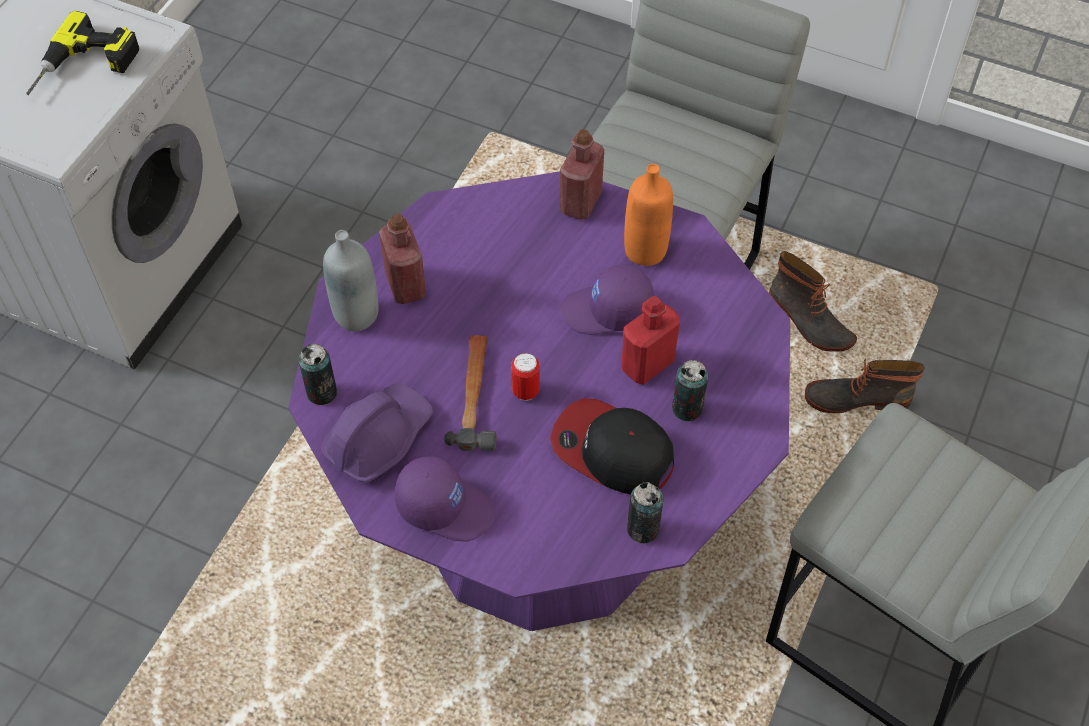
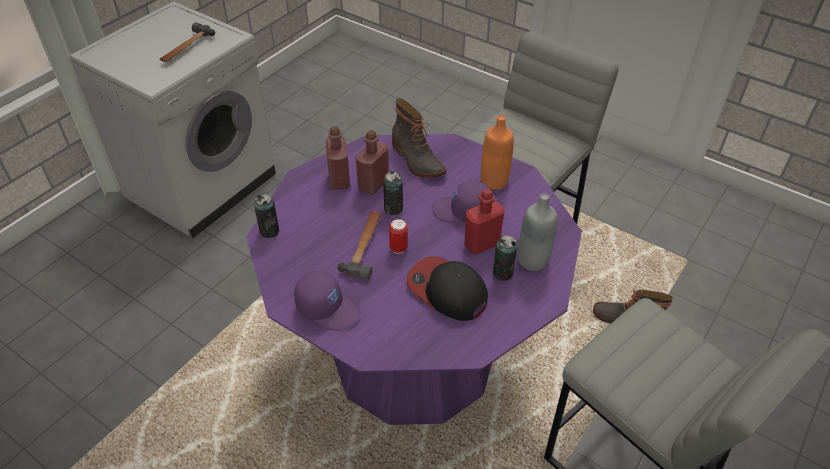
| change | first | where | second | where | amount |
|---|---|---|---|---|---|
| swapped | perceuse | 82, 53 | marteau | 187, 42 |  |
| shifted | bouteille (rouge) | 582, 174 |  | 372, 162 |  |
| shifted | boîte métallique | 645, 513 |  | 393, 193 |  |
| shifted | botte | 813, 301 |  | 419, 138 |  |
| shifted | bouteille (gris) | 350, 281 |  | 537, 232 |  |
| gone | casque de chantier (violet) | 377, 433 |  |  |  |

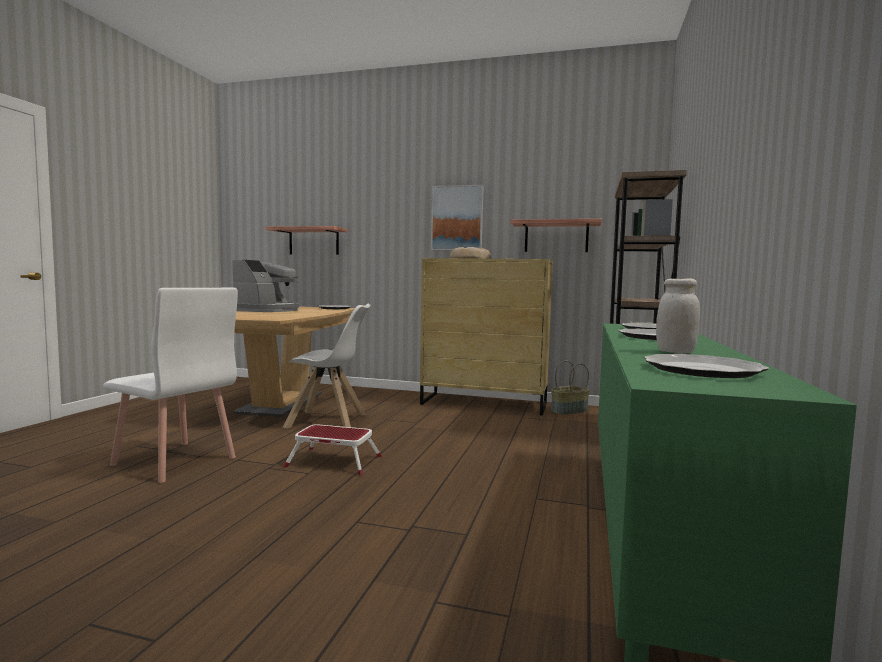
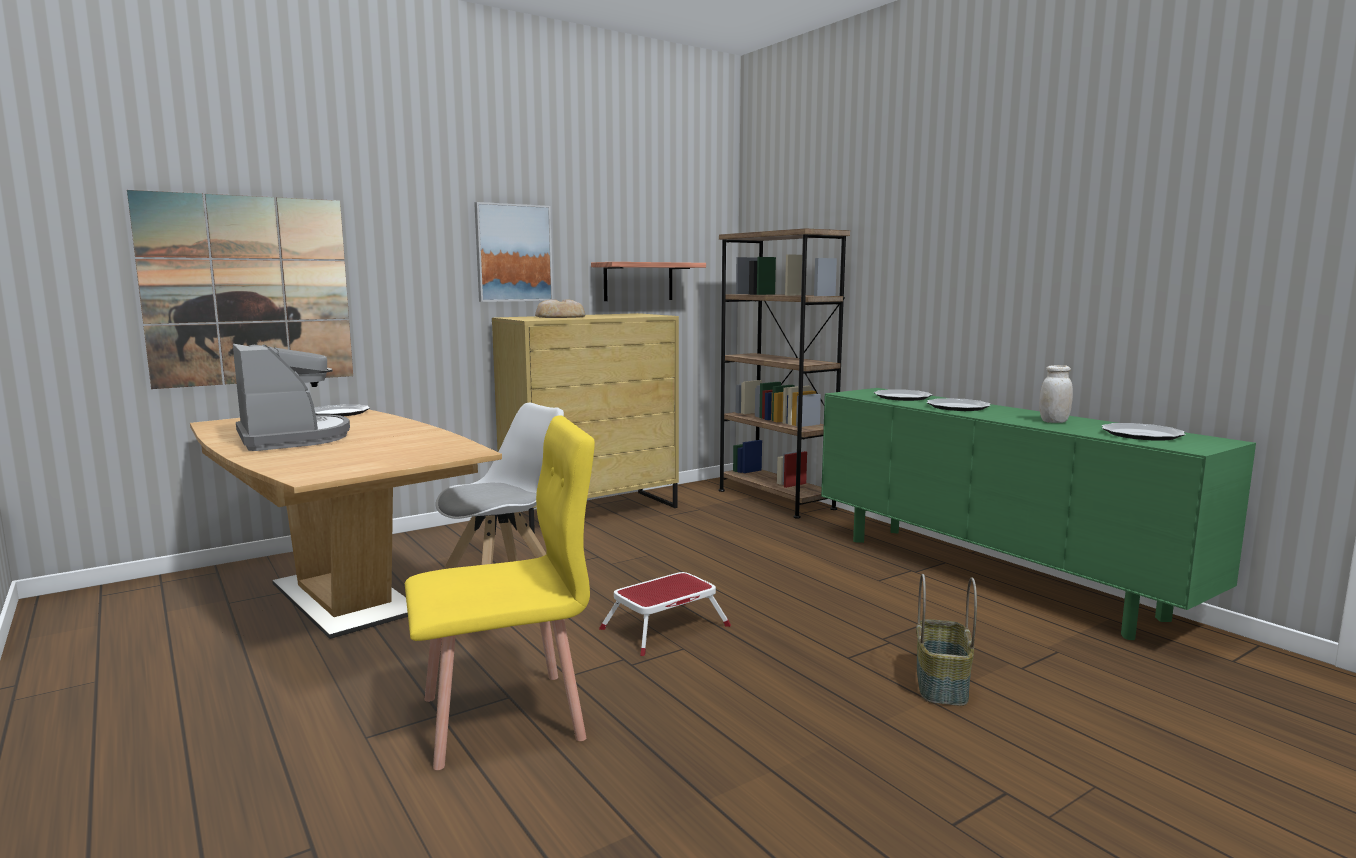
| change | first | where | second | where | amount |
|---|---|---|---|---|---|
| swapped | étagère | 306, 240 | tableau | 240, 289 |  |
| repainted | chaise (blanc) | 170, 385 | chaise (jaune) | 500, 593 |  |
| shifted | panier | 570, 388 |  | 946, 640 |  |

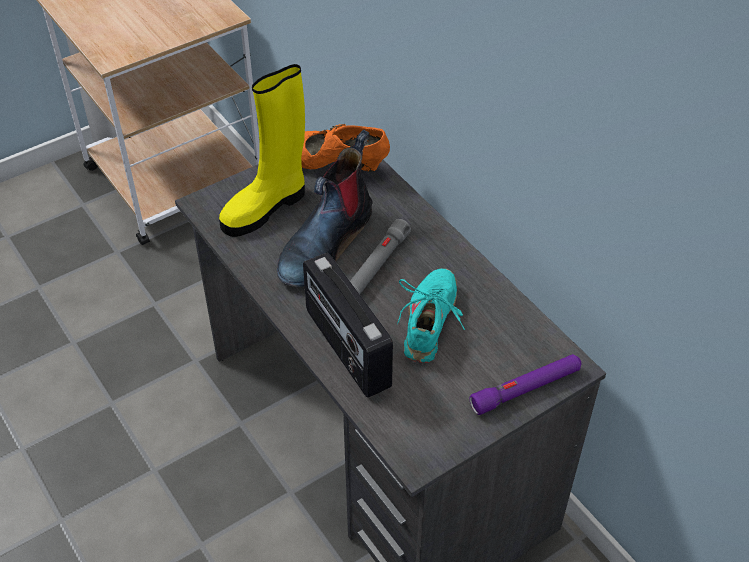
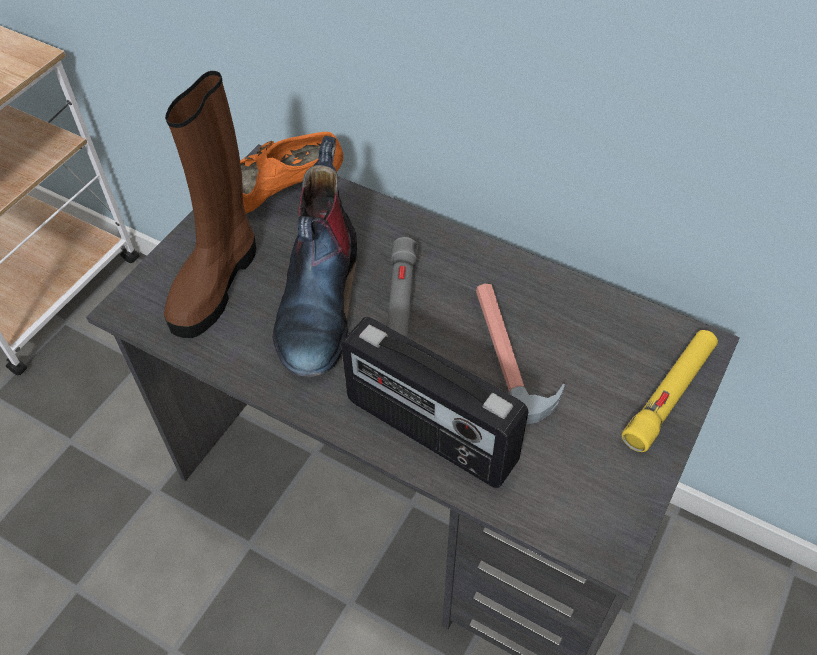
| change | first | where | second | where | amount |
|---|---|---|---|---|---|
| repainted | botte (jaune) | 262, 150 | botte (marron) | 210, 204 |  |
| swapped | chaussure (turquoise) | 431, 315 | marteau | 520, 353 |  |
| repainted | lampe de poche (violet) | 525, 384 | lampe de poche (jaune) | 670, 391 |  |

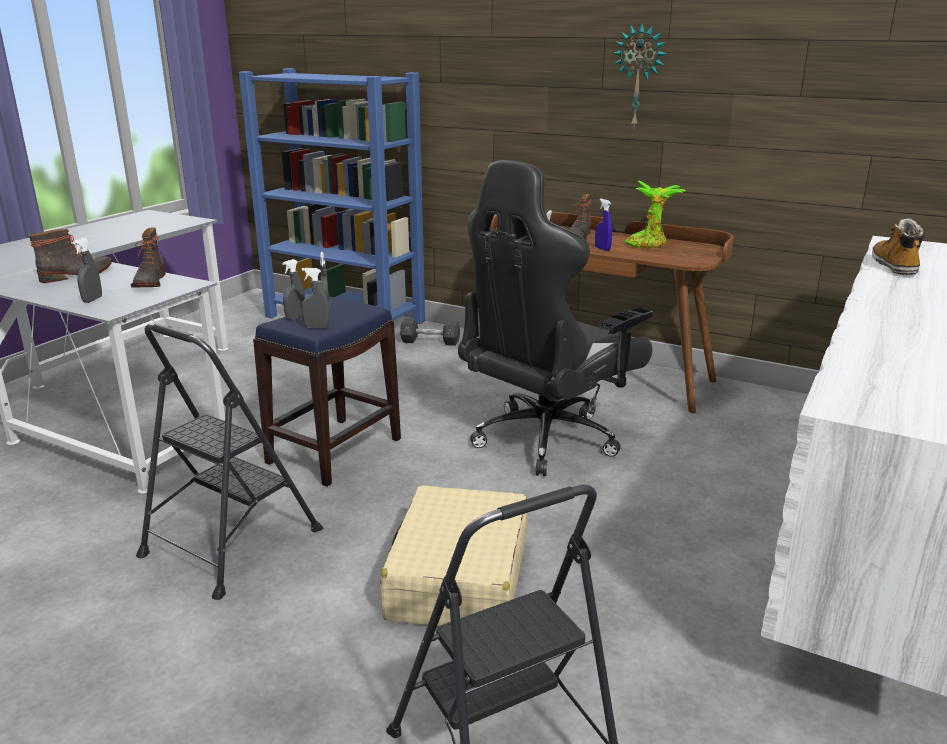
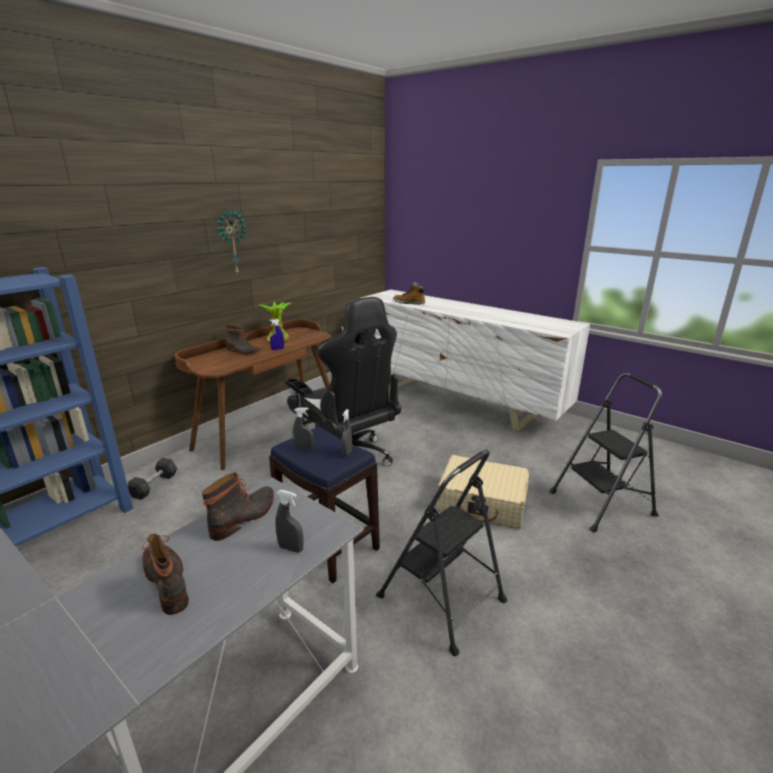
| change | first | where | second | where | amount |
|---|---|---|---|---|---|
| rotated | botte | 148, 257 |  | 238, 507 | 60 degrees counterclockwise |
| gone | vaporisateur (gris) | 293, 289 |  |  |  |

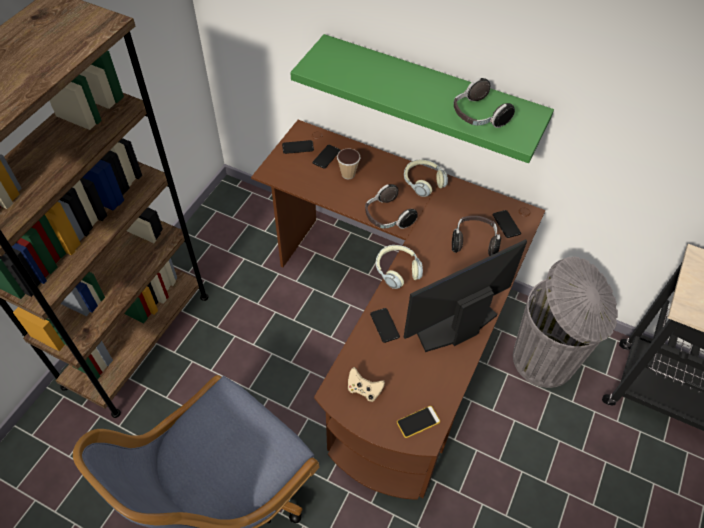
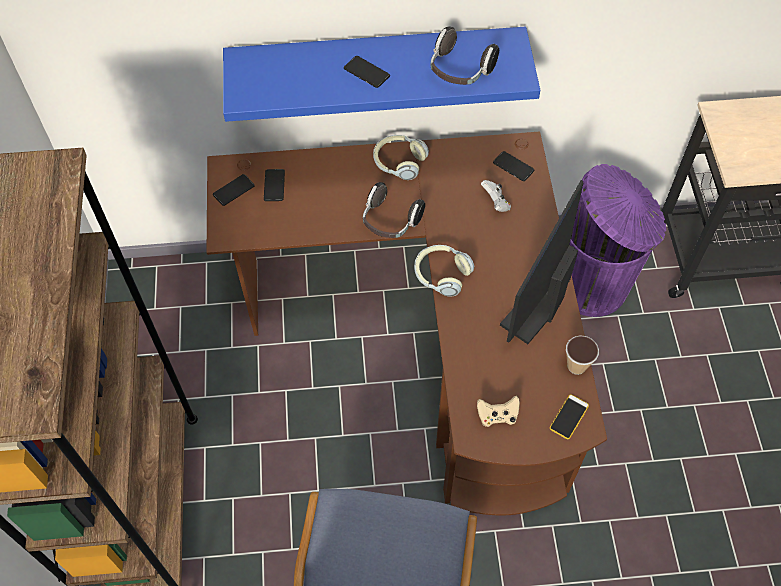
| change | first | where | second | where | amount |
|---|---|---|---|---|---|
| repainted | étagère (vert) | 422, 98 | étagère (bleu) | 381, 74 |  |
| shifted | téléphone | 385, 325 |  | 367, 72 |  |
| swapped | casque audio | 476, 236 | manette (blanc) | 496, 196 |  |
| shifted | tasse | 348, 164 |  | 582, 355 |  |
| repainted | poubelle (gris) | 565, 322 | poubelle (violet) | 617, 240 |  |

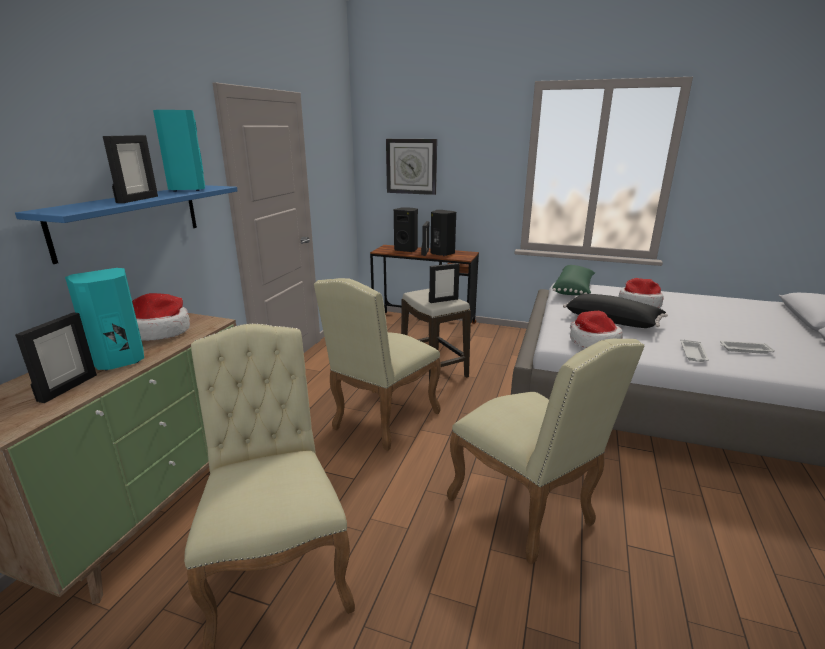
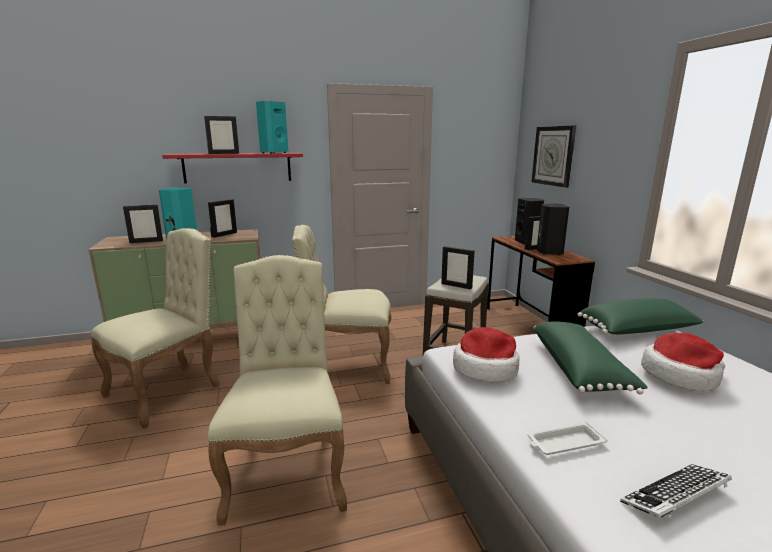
| change | first | where | second | where | amount |
|---|---|---|---|---|---|
| repainted | étagère (bleu) | 126, 224 | étagère (rouge) | 232, 168 |  |
| rotated | chaise (beige) | 545, 451 |  | 277, 390 | 150 degrees clockwise |
| swapped | chapeau | 161, 317 | cadre photo | 222, 218 |  |
| repainted | coussin (noir) | 615, 311 | coussin (vert) | 591, 357 |  |
| swapped | plateau (blanc) | 747, 347 | clavier | 676, 491 |  |

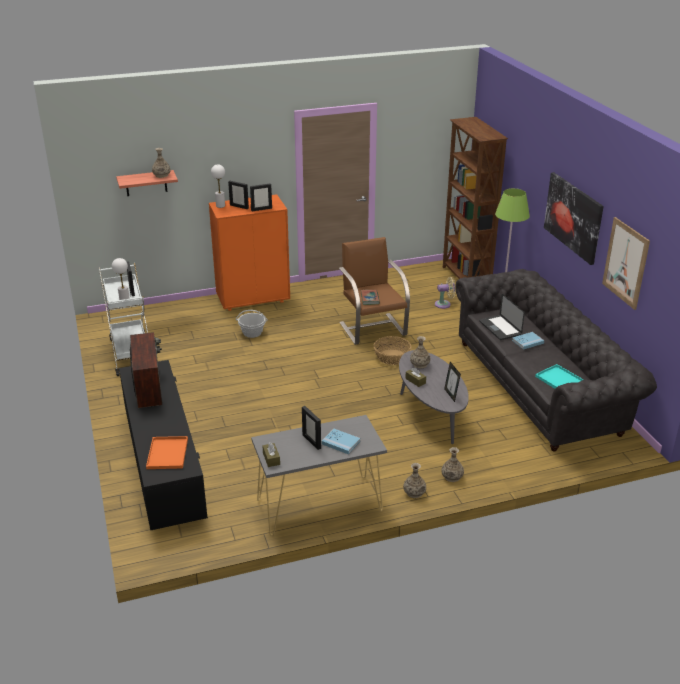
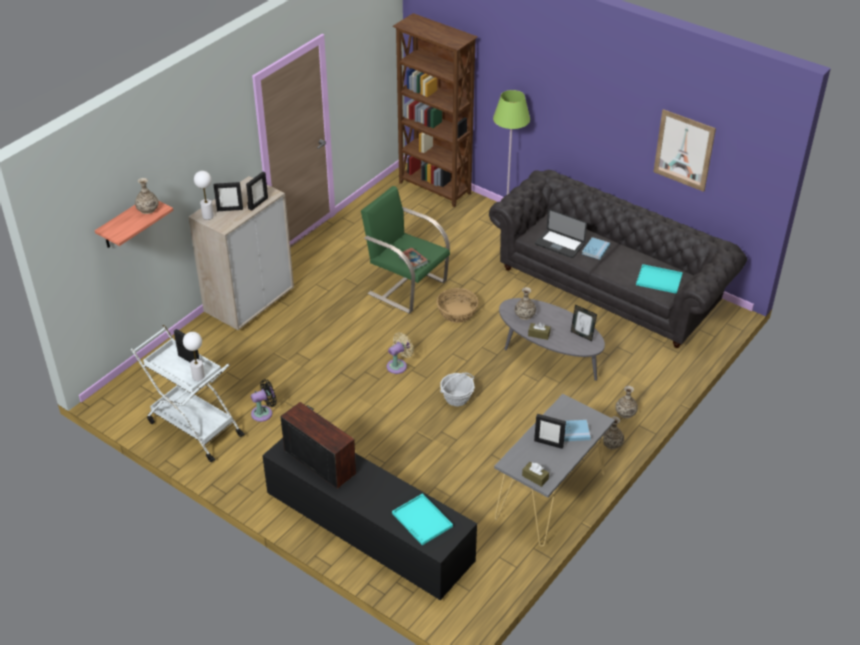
| change | first | where | second | where | amount |
|---|---|---|---|---|---|
| repainted | meuble de rangement (orange) | 249, 252 | meuble de rangement (beige) | 241, 253 |  |
| new |  |  | ventilateur (noir) | 264, 400 |  |
| repainted | fauteuil (marron) | 374, 291 | fauteuil (vert) | 405, 250 |  |
| shifted | ventilateur (beige) | 445, 293 |  | 400, 353 |  |
| repainted | plateau (orange) | 167, 452 | plateau (turquoise) | 422, 519 |  |
| shifted | panier | 252, 324 |  | 457, 389 |  |
| gone | tableau | 574, 218 |  |  |  |

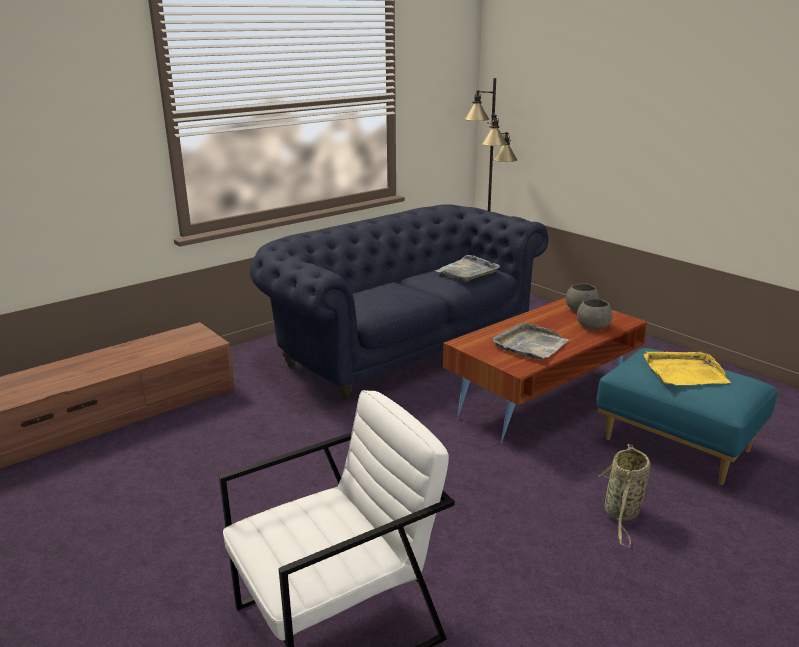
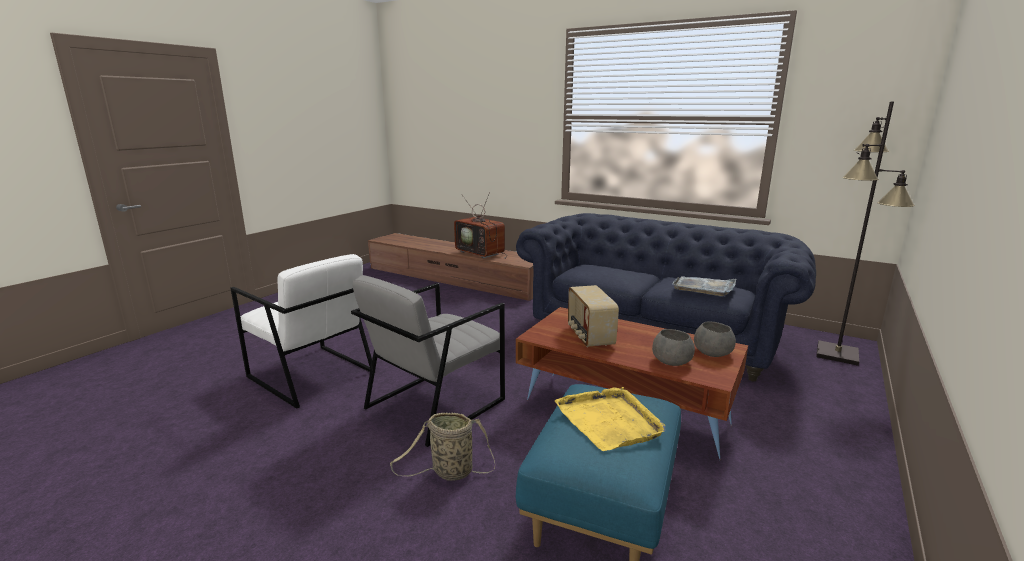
| change | first | where | second | where | amount |
|---|---|---|---|---|---|
| new |  |  | fauteuil (gris) | 428, 361 |  |
| new |  |  | téléviseur | 480, 225 |  |
| swapped | plateau (gris) | 530, 341 | radio | 593, 316 |  |

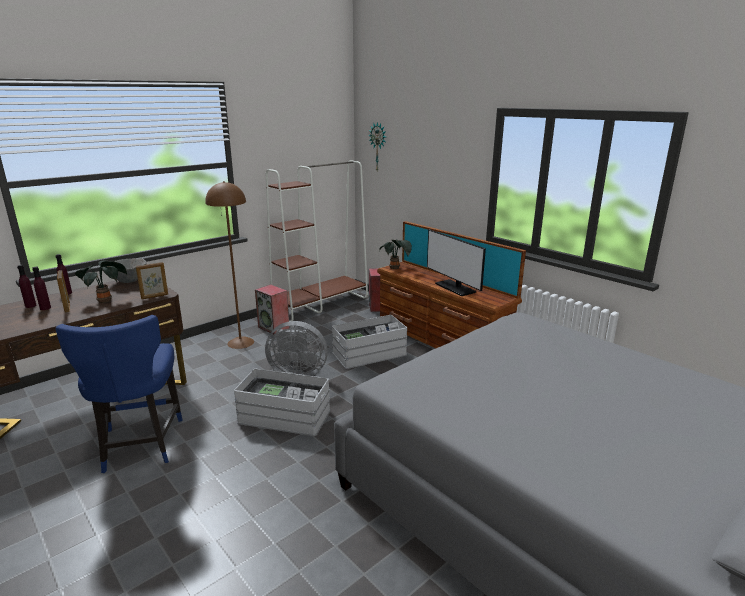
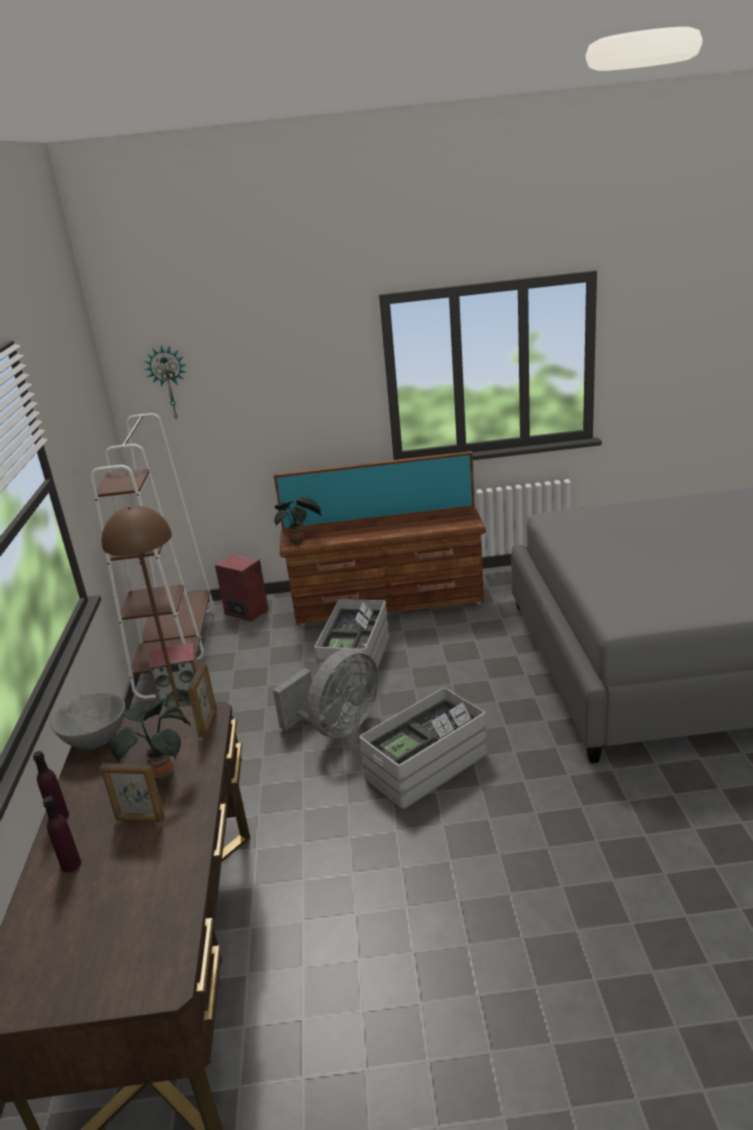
| change | first | where | second | where | amount |
|---|---|---|---|---|---|
| gone | bouteille (violet) | 41, 288 |  |  |  |
| gone | chaise (bleu) | 119, 394 |  |  |  |
| gone | écran d'ordinateur | 456, 262 |  |  |  |

